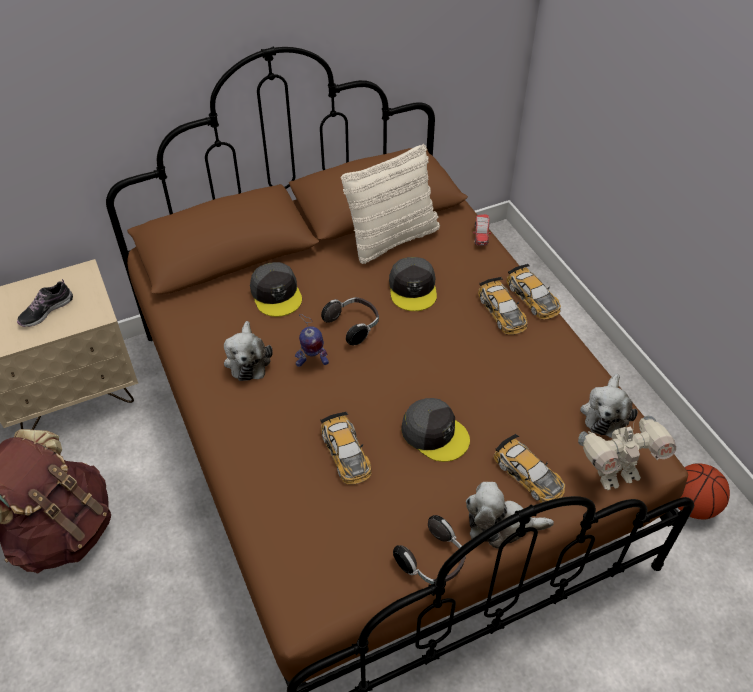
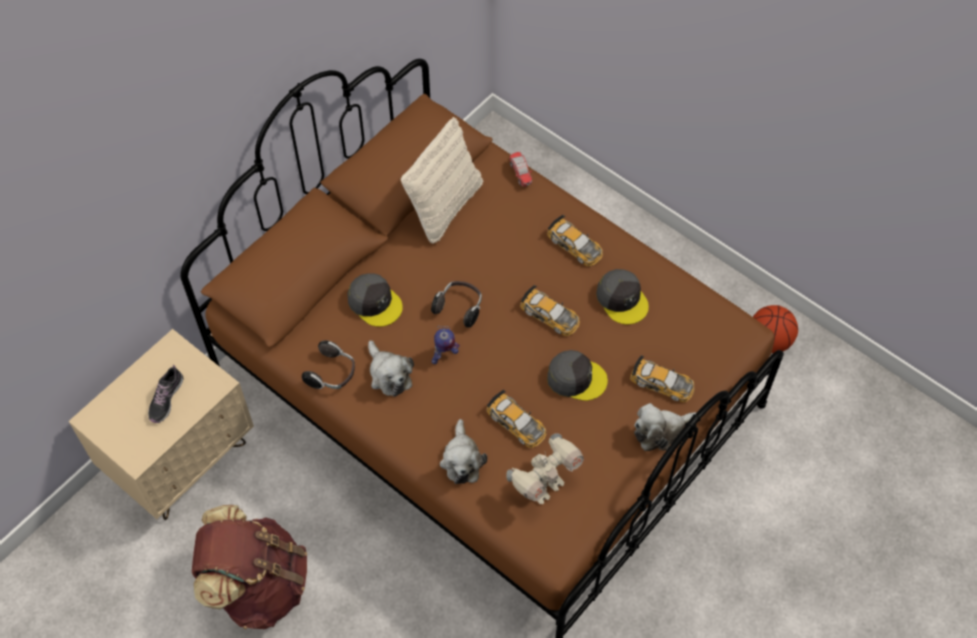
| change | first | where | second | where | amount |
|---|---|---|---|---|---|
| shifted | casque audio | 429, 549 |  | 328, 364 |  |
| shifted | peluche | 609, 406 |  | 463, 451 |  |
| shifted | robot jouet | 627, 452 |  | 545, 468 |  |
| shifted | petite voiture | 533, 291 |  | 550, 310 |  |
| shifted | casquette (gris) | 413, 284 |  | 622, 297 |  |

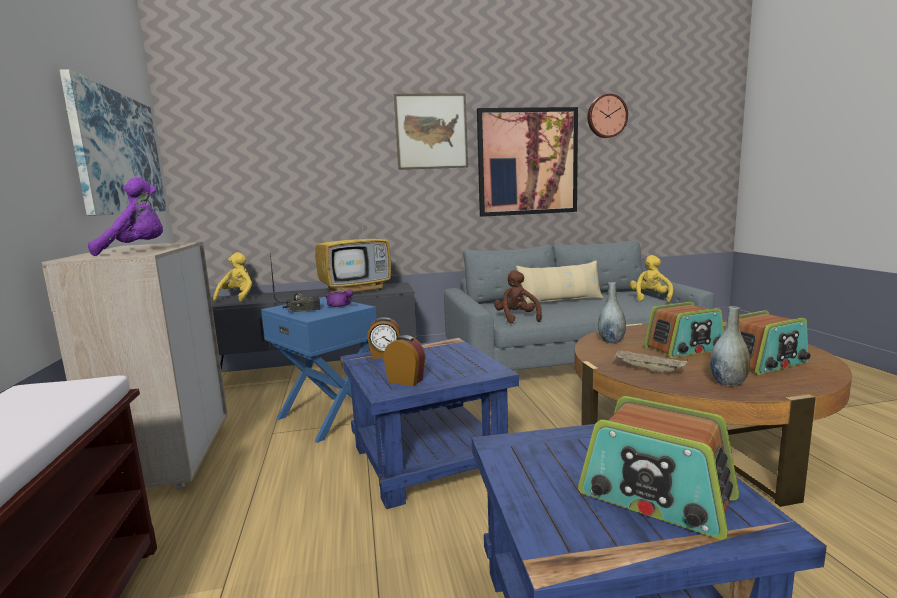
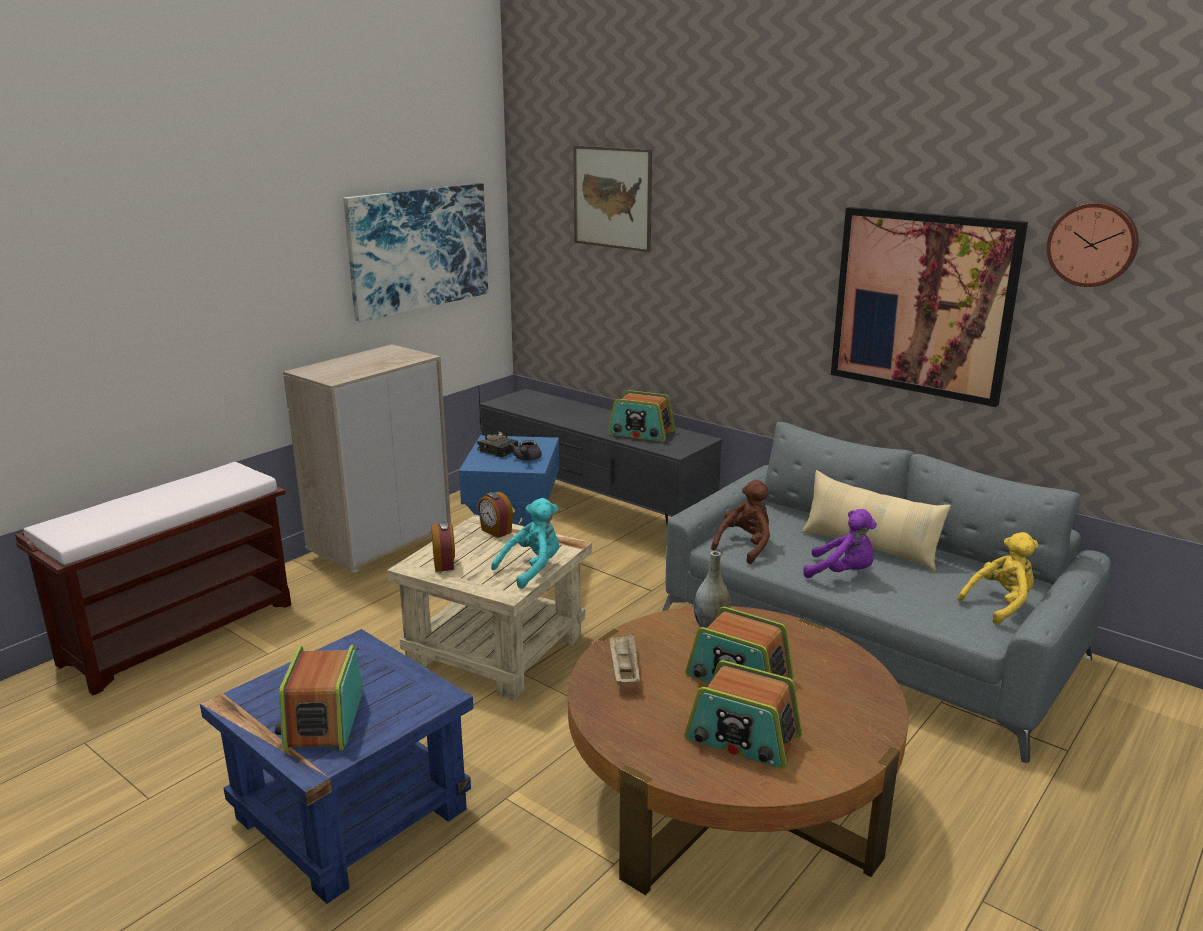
| change | first | where | second | where | amount |
|---|---|---|---|---|---|
| repainted | table d'appoint (bleu) | 429, 423 | table d'appoint (beige) | 489, 608 |  |
| new |  |  | peluche (turquoise) | 525, 543 |  |
| repainted | théière (violet) | 339, 298 | théière (gris) | 525, 450 |  |
| shifted | tableau | 431, 131 |  | 612, 198 |  |
| swapped | téléviseur | 353, 251 | radio | 641, 416 |  |
| shifted | peluche (violet) | 125, 216 |  | 840, 543 |  |
| gone | peluche (jaune) | 232, 277 |  |  |  |
| gone | vase (gris) | 730, 346 |  |  |  |

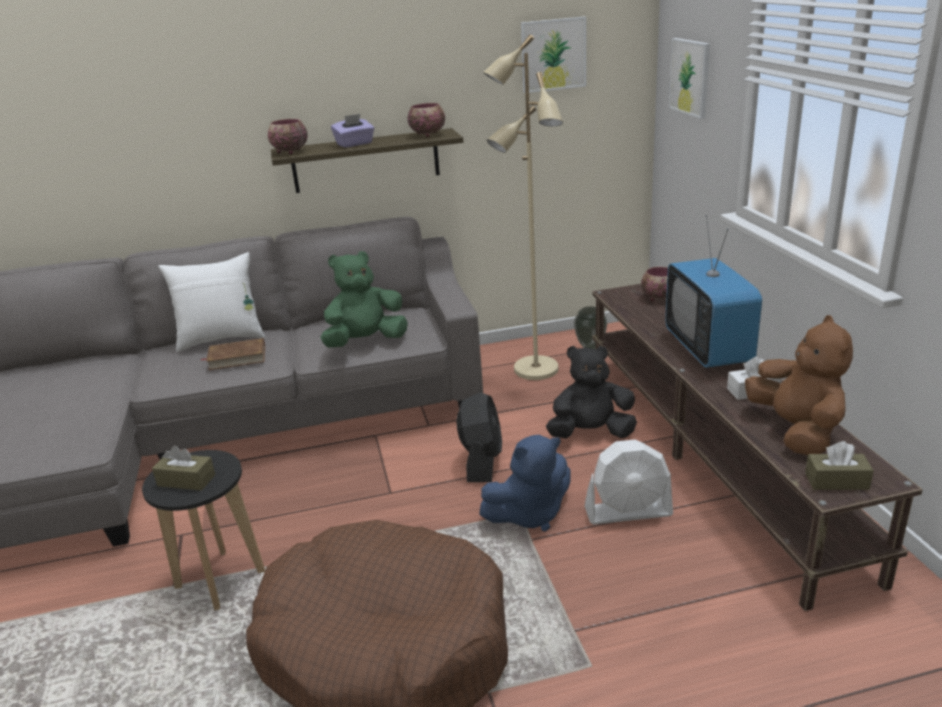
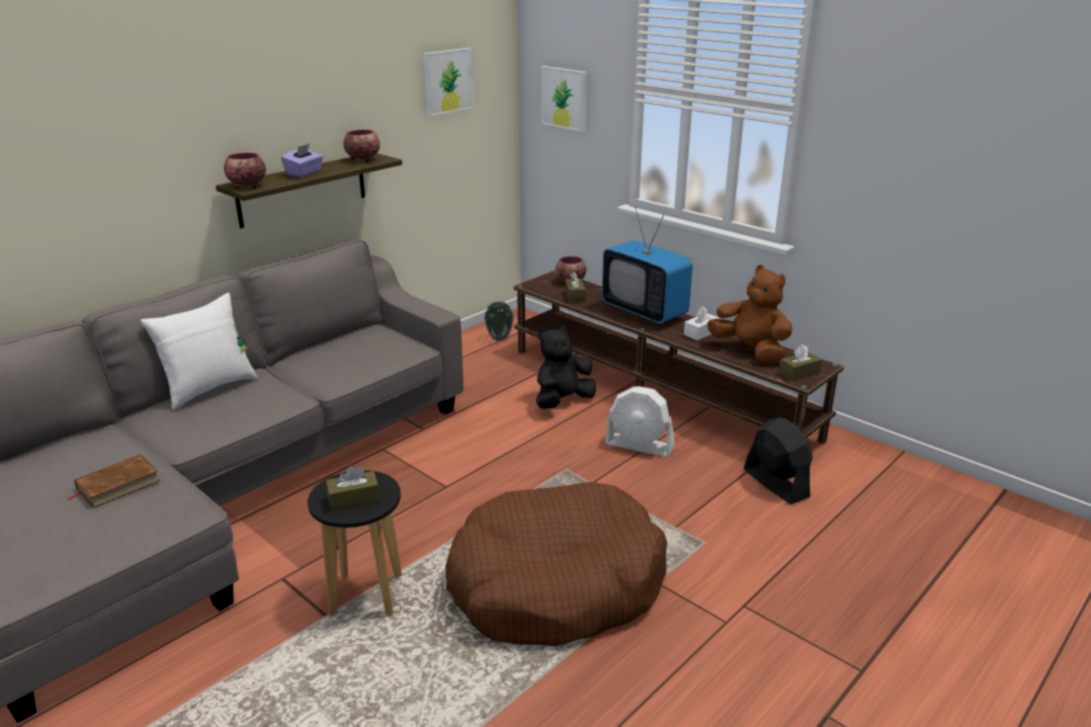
| change | first | where | second | where | amount |
|---|---|---|---|---|---|
| shifted | livre (marron) | 233, 354 |  | 114, 481 |  |
| new |  |  | boîte à mouchoirs (marron) | 575, 287 |  |
| rotated | ventilateur (blanc) | 629, 482 |  | 640, 421 | 60 degrees clockwise |
| shifted | ventilateur (noir) | 479, 437 |  | 778, 460 |  |
| gone | peluche (vert) | 364, 299 |  |  |  |
| gone | peluche (bleu) | 525, 483 |  |  |  |
| gone | lampadaire (beige) | 523, 207 |  |  |  |

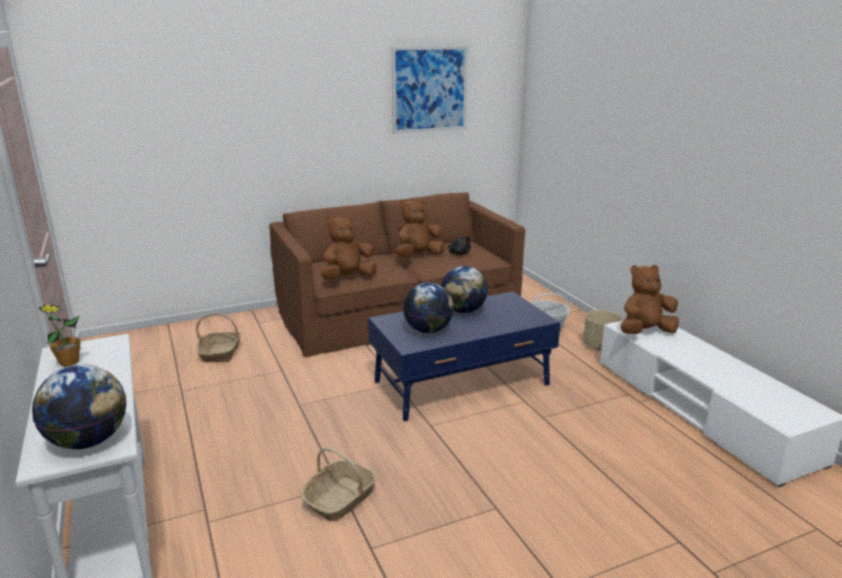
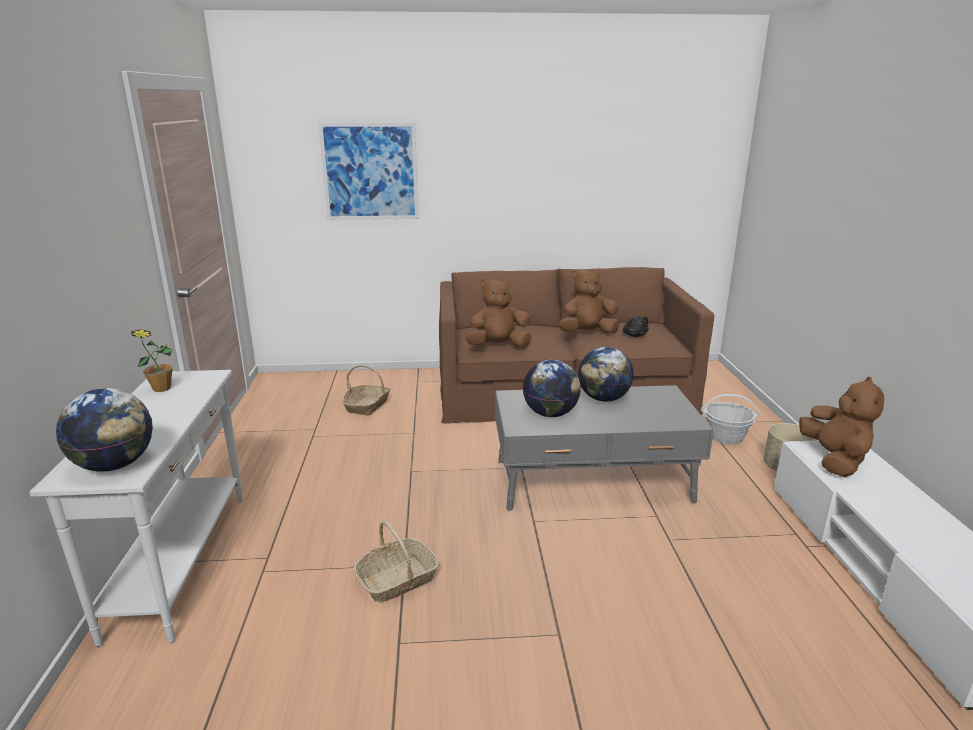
| change | first | where | second | where | amount |
|---|---|---|---|---|---|
| shifted | tableau | 429, 90 |  | 369, 171 |  |
| repainted | table basse (bleu) | 464, 356 | table basse (gris) | 604, 447 |  |
| rotated | peluche (marron) | 650, 299 |  | 841, 427 | 90 degrees clockwise |

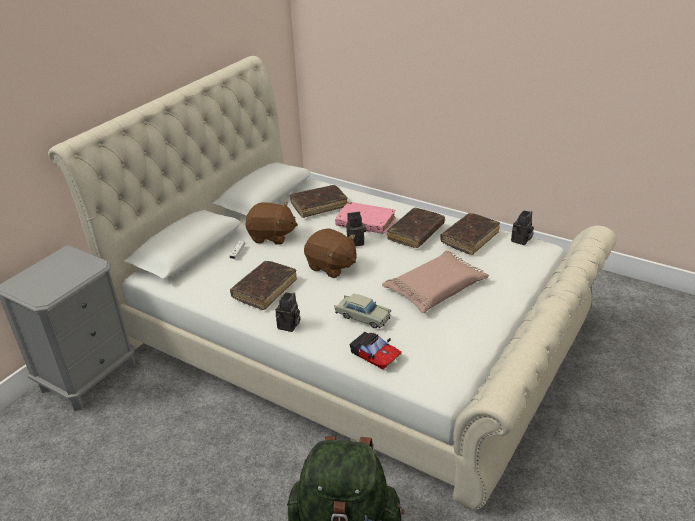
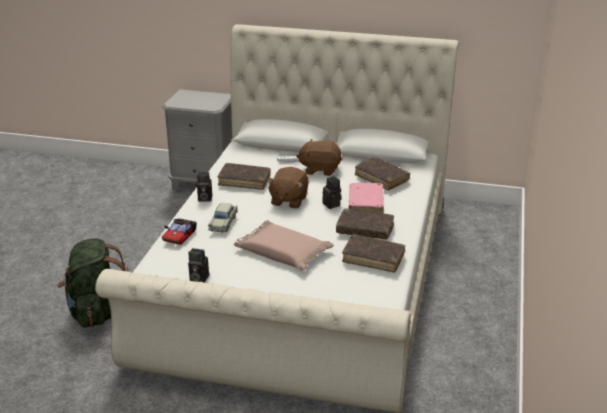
| change | first | where | second | where | amount |
|---|---|---|---|---|---|
| shifted | appareil photo | 522, 227 |  | 198, 265 |  |
| rotated | peluche (marron) | 272, 223 |  | 319, 157 | 105 degrees clockwise |

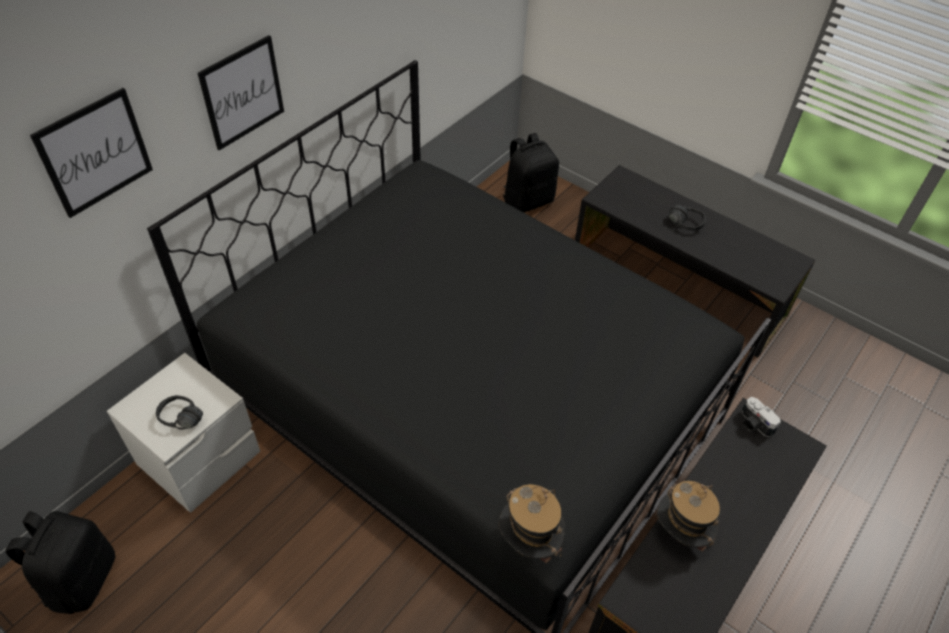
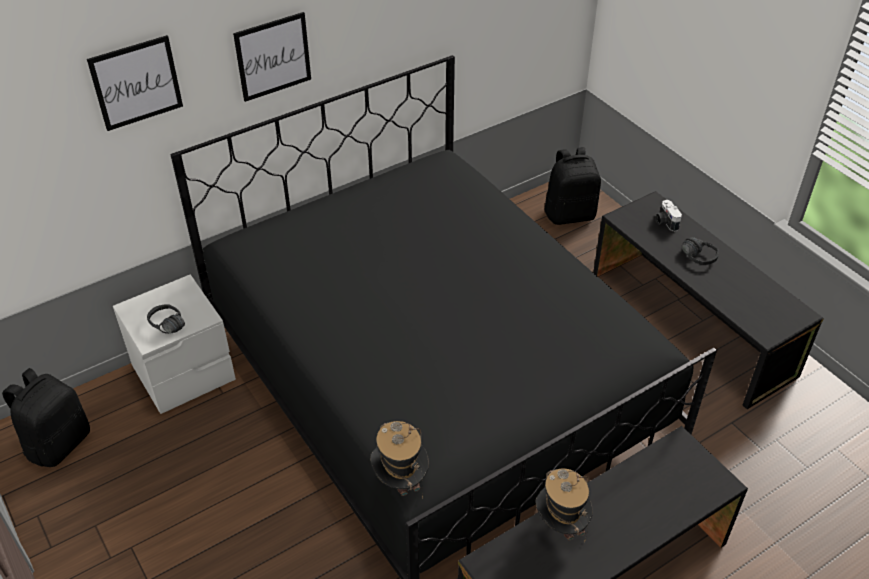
| change | first | where | second | where | amount |
|---|---|---|---|---|---|
| shifted | appareil photo | 761, 417 |  | 668, 216 |  |

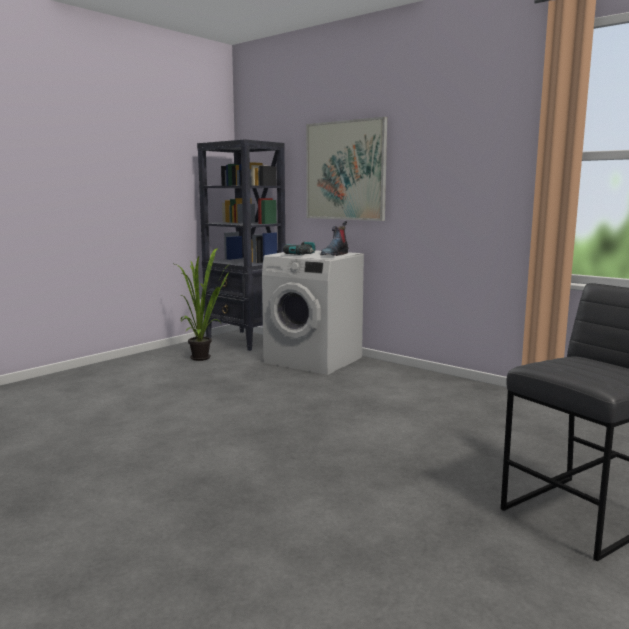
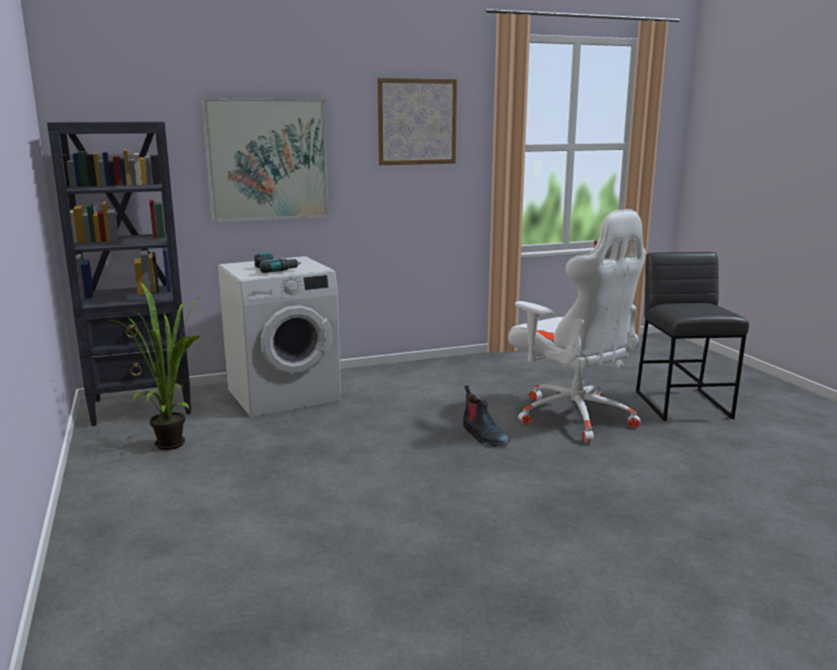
| change | first | where | second | where | amount |
|---|---|---|---|---|---|
| new |  |  | tableau | 417, 120 |  |
| shifted | botte | 334, 238 |  | 486, 416 |  |
| new |  |  | chaise de bureau (blanc) | 576, 326 |  |

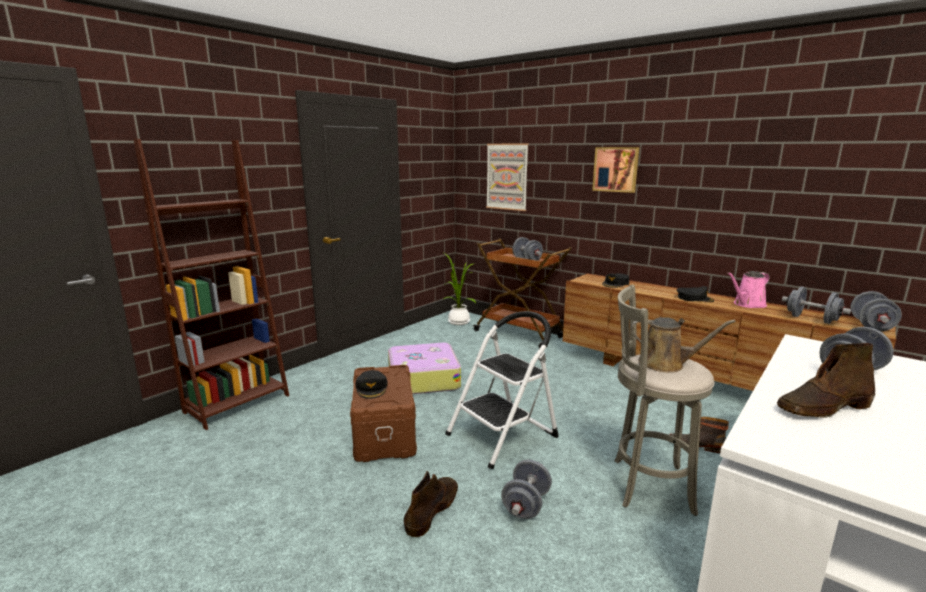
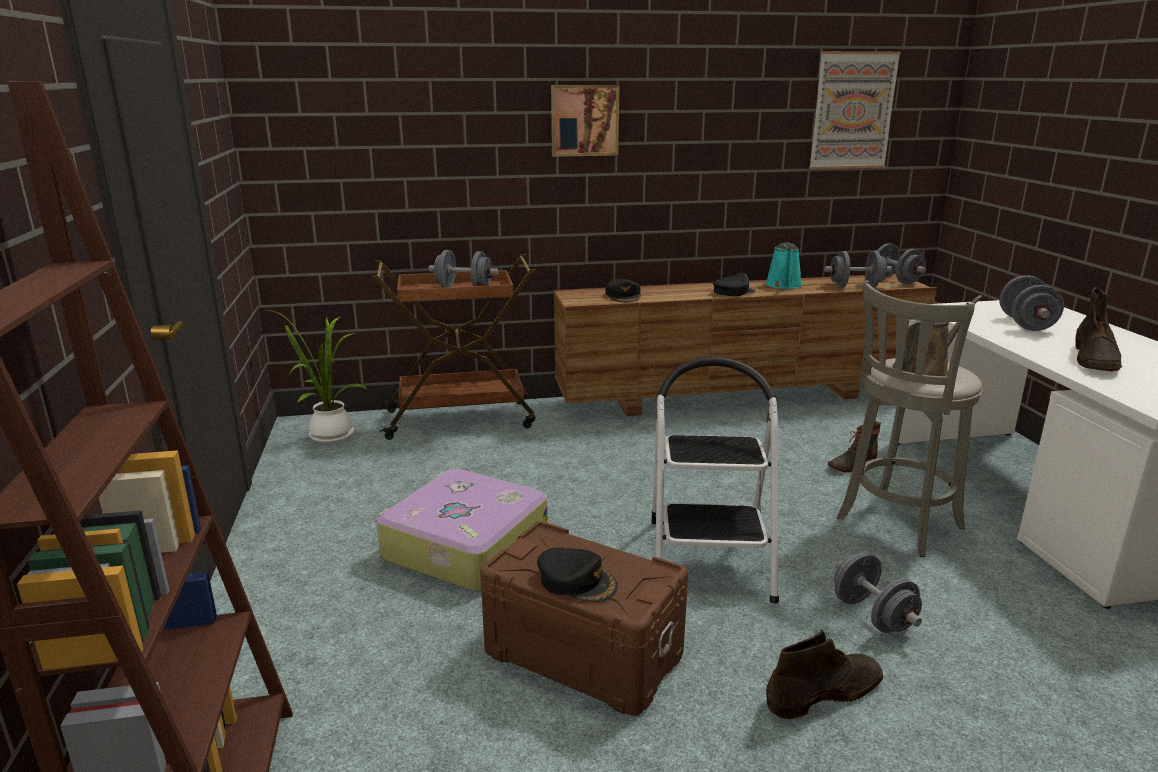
| change | first | where | second | where | amount |
|---|---|---|---|---|---|
| repainted | arrosoir (rose) | 748, 289 | arrosoir (turquoise) | 784, 266 |  |
| rotated | botte (marron) | 431, 504 |  | 824, 674 | 90 degrees clockwise |
| shifted | tableau | 507, 177 |  | 855, 110 |  |

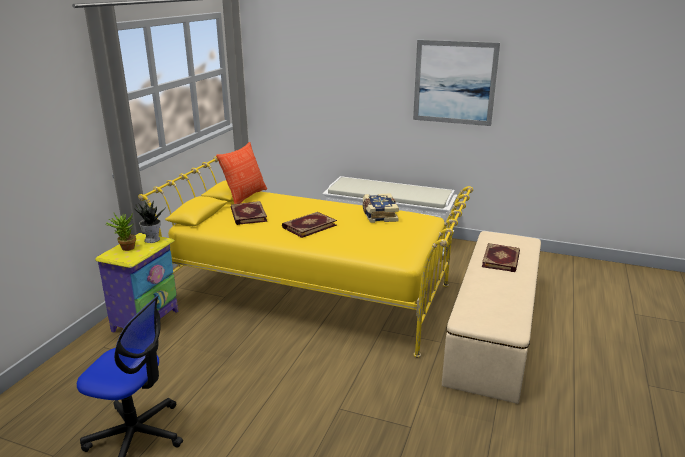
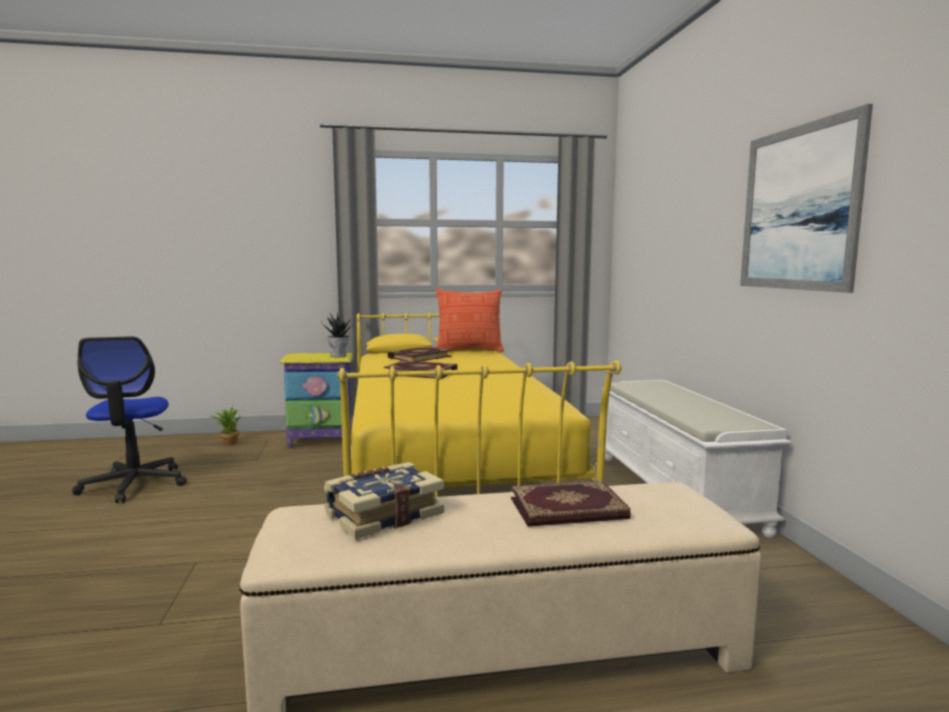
| change | first | where | second | where | amount |
|---|---|---|---|---|---|
| shifted | plante en pot | 121, 231 |  | 225, 425 |  |
| shifted | livre | 381, 208 |  | 384, 500 |  |

